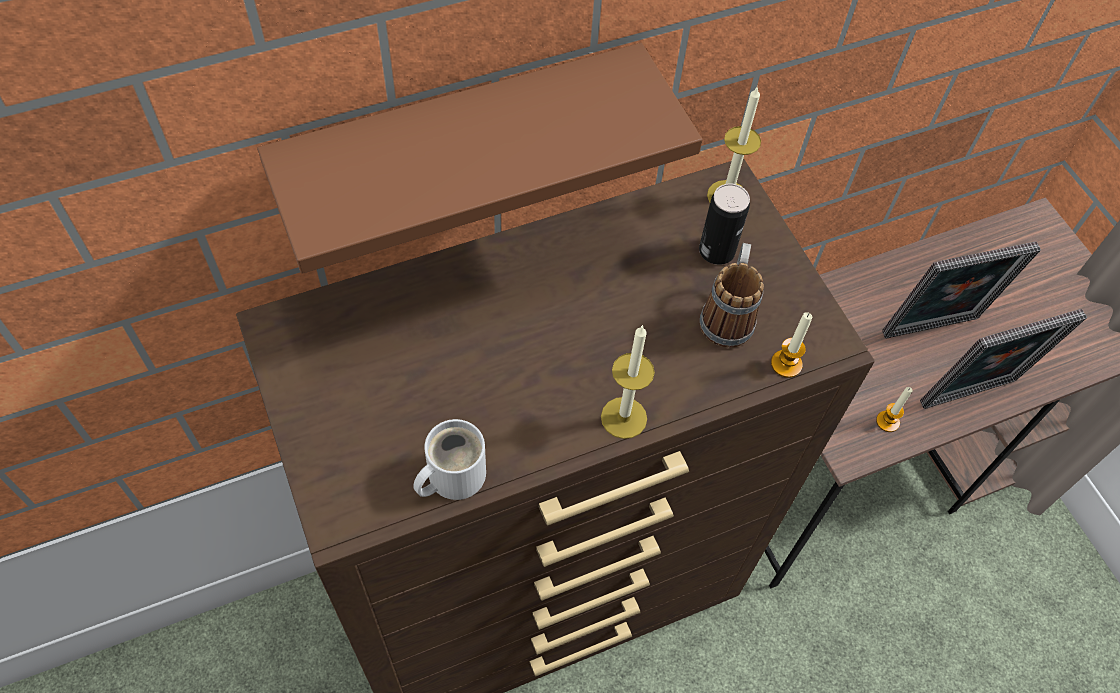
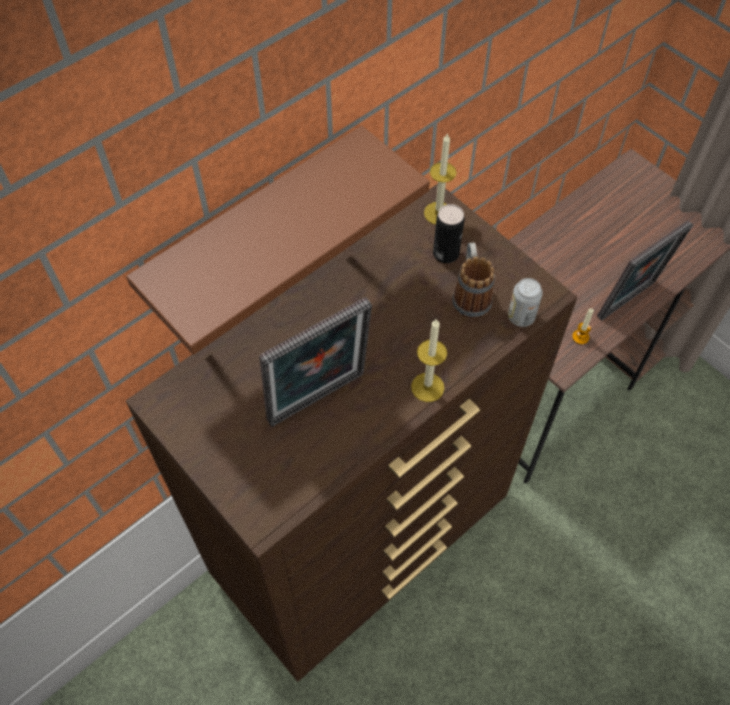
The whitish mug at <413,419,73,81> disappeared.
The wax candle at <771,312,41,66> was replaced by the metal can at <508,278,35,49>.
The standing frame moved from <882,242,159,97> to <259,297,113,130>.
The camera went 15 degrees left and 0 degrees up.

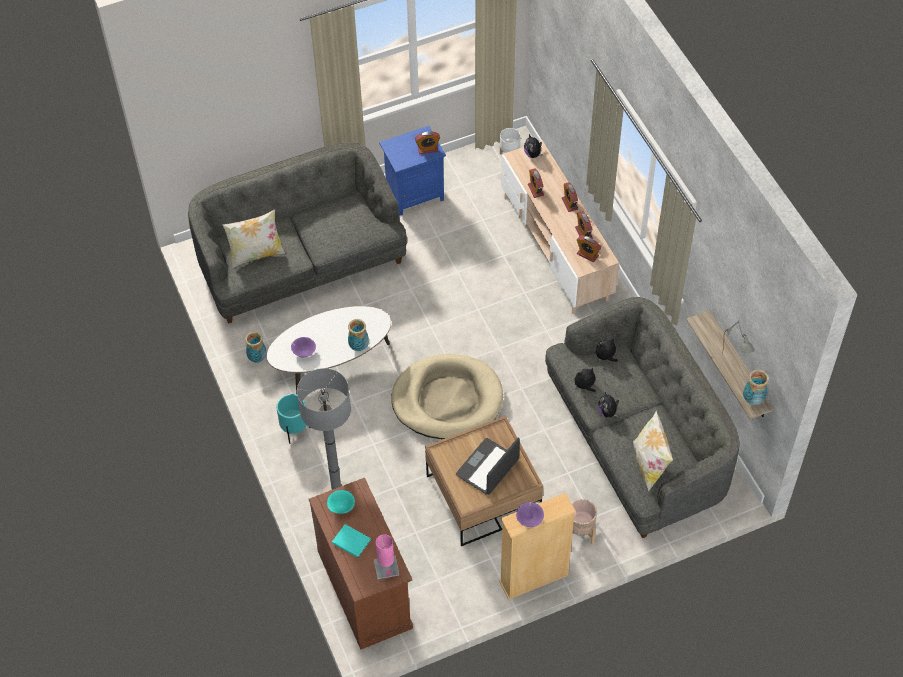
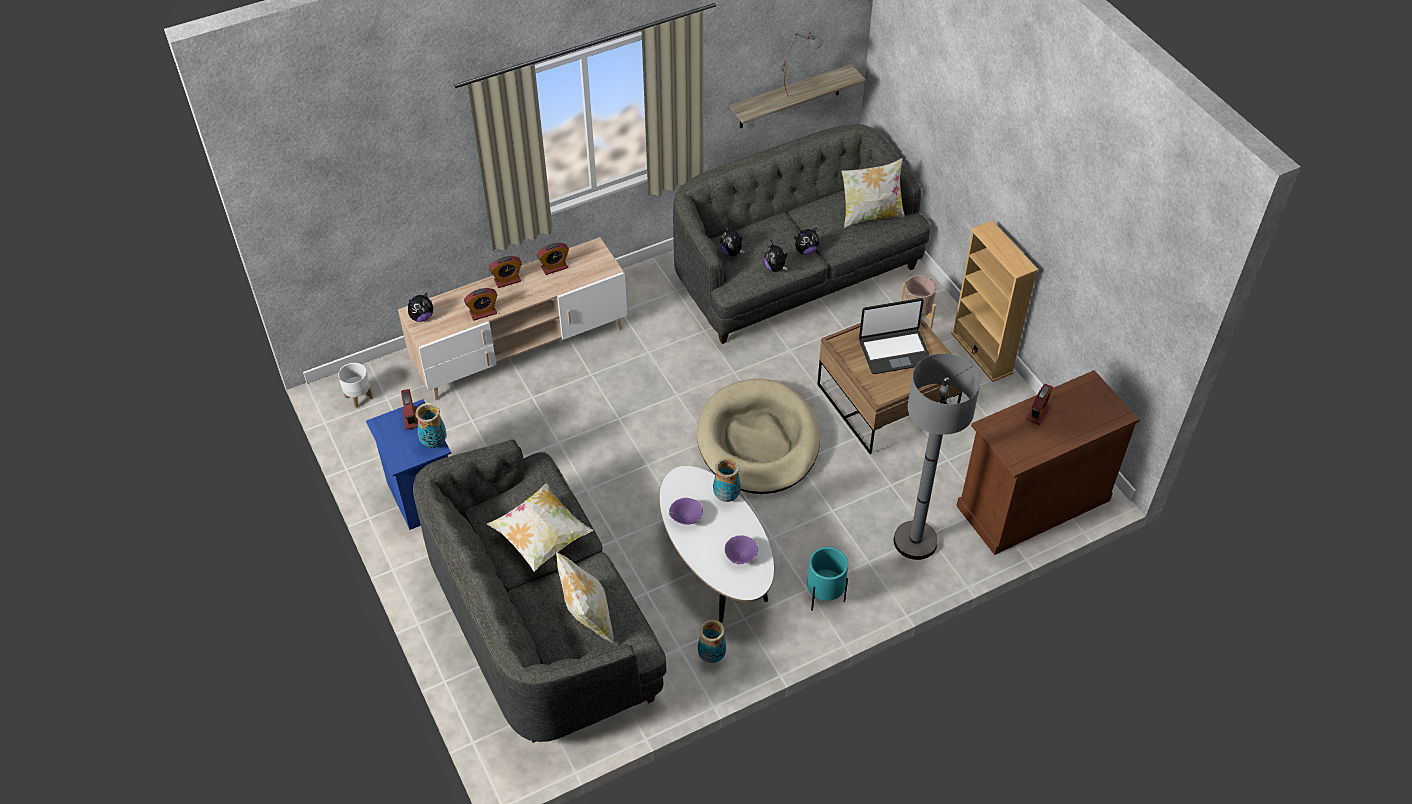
The blue-green deep dish at <327,490,28,24> disappeared.
The blue-green bound book at <332,524,39,34> disappeared.
The pink-coloured tabletop lamp at <374,534,25,45> disappeared.
The notebook computer at <456,437,64,58> turned 45 degrees counterclockwise.
The purplish deep dish moved from <516,502,28,25> to <669,498,34,27>.
The bedside clock moved from <577,236,24,26> to <1026,384,27,41>.
The decorative vase moved from <743,370,26,35> to <415,403,32,45>.
The cushion at <487,484,107,88> appeared.
The camera went 95 degrees left and 5 degrees down.

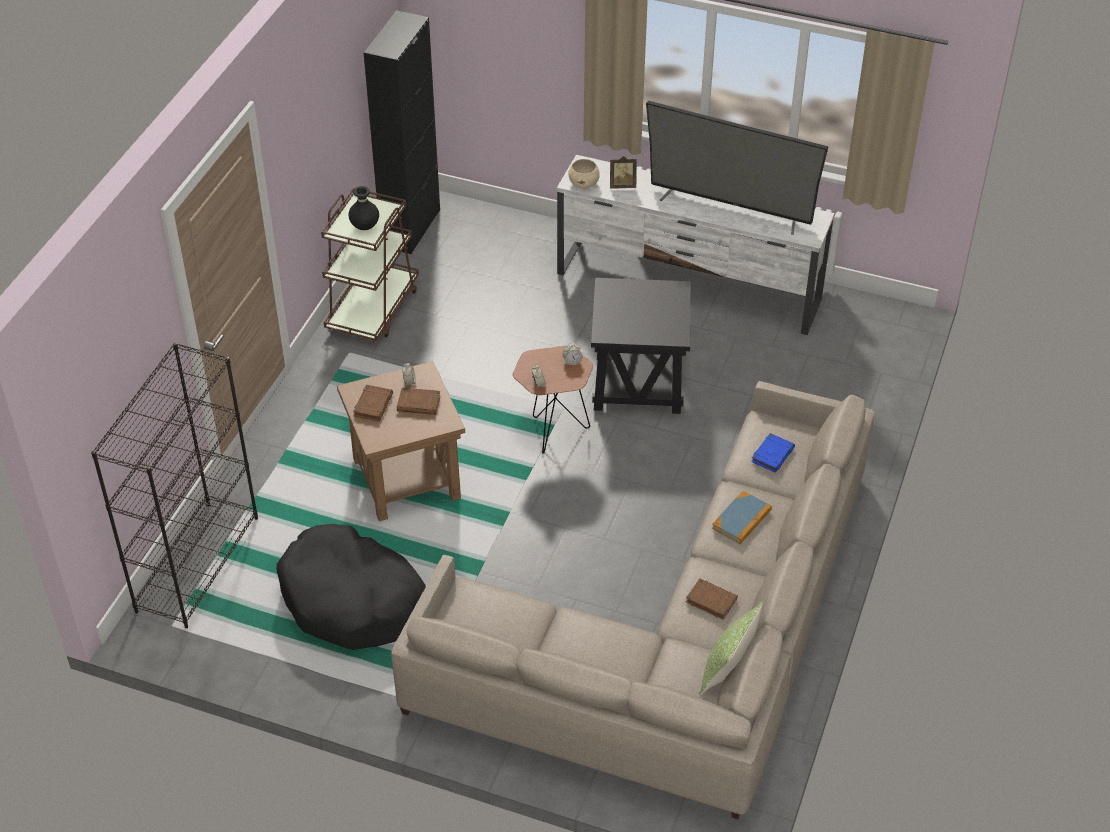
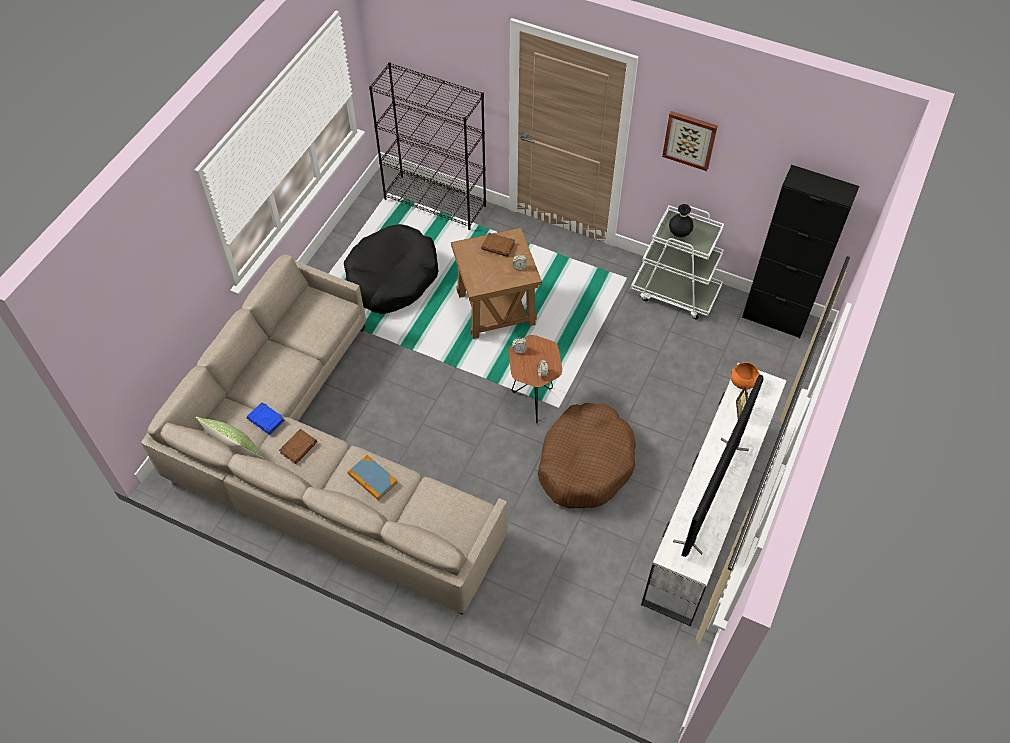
The brownish wheeled cart at <321,187,98,154> became the whitish wheeled cart at <631,205,93,114>.
The brownish bound book at <397,388,44,27> disappeared.
The beige-coloured deep dish at <569,159,31,30> became the orangey deep dish at <731,362,29,28>.
The black side table at <591,278,100,136> was replaced by the brownish dog bed at <538,403,98,105>.
The blue bound book moved from <751,433,44,39> to <247,402,38,33>.
The wall picture at <662,111,56,60> appeared.
The camera went 95 degrees right and 10 degrees up.

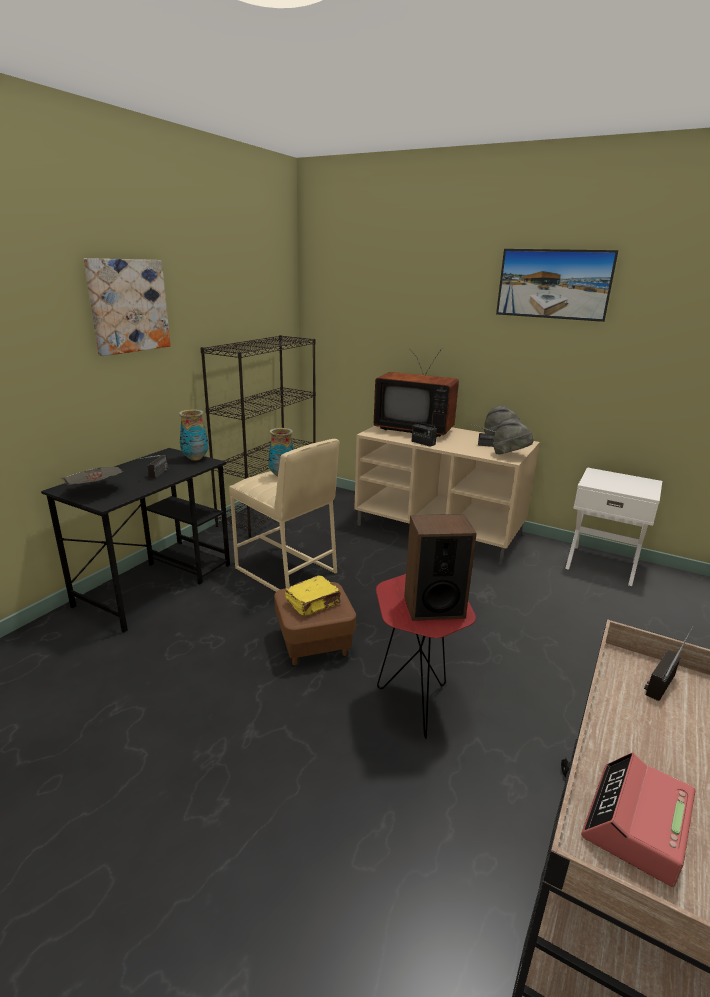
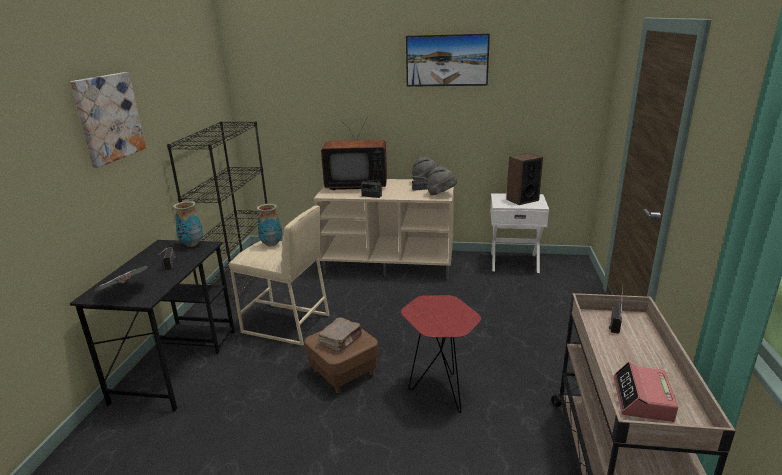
The yellow-coloured bound book at <285,576,56,40> became the brownish bound book at <318,317,44,34>.
The loudspeaker moved from <404,514,73,107> to <506,153,37,52>.
The camera went 20 degrees left and 0 degrees up.

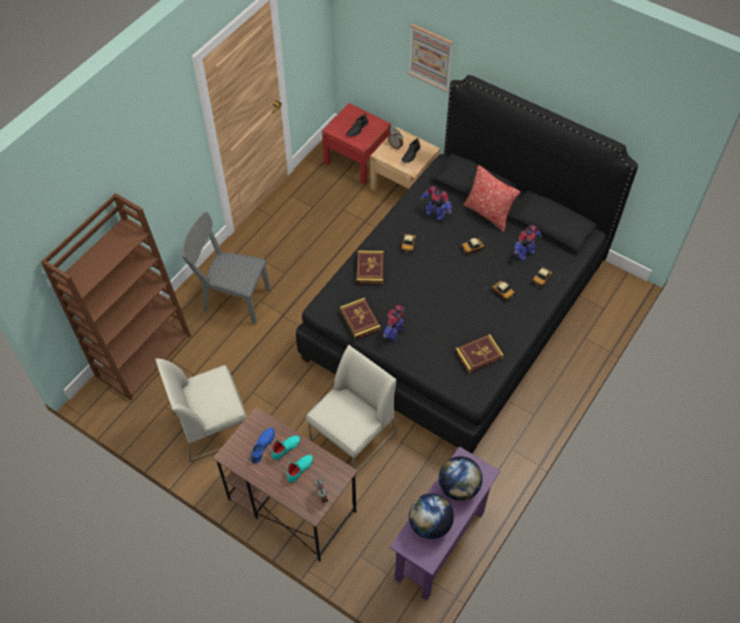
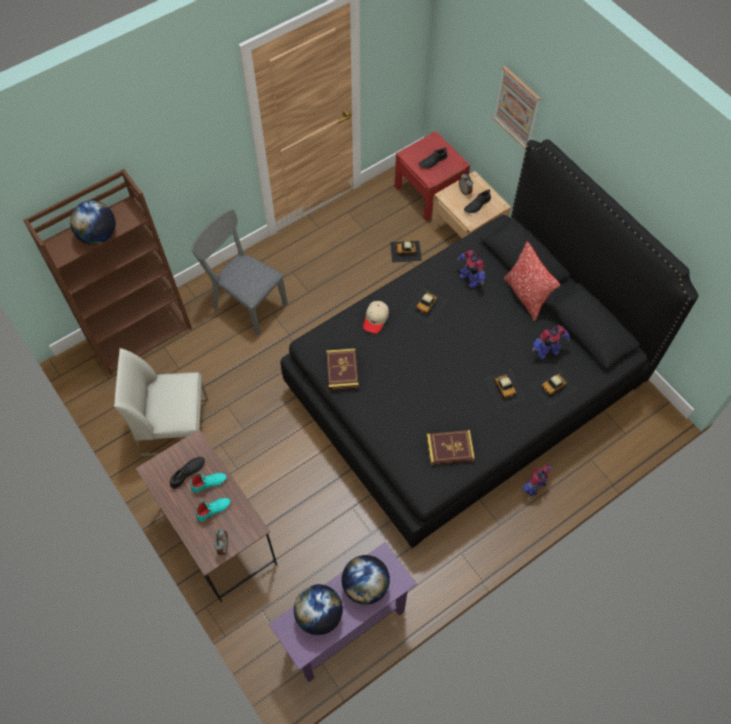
The blue low shoe at <250,428,25,36> became the black low shoe at <170,457,35,32>.
The whitish plain chair at <306,345,91,129> disappeared.
The bound book at <357,250,27,35> was replaced by the beige-coloured peaked cap at <363,301,26,32>.
The model robot moved from <382,305,22,36> to <521,465,31,31>.
The model car moved from <453,235,39,29> to <390,241,32,22>.
The world globe at <70,200,46,45> appeared.
The camera went 20 degrees right and 5 degrees up.

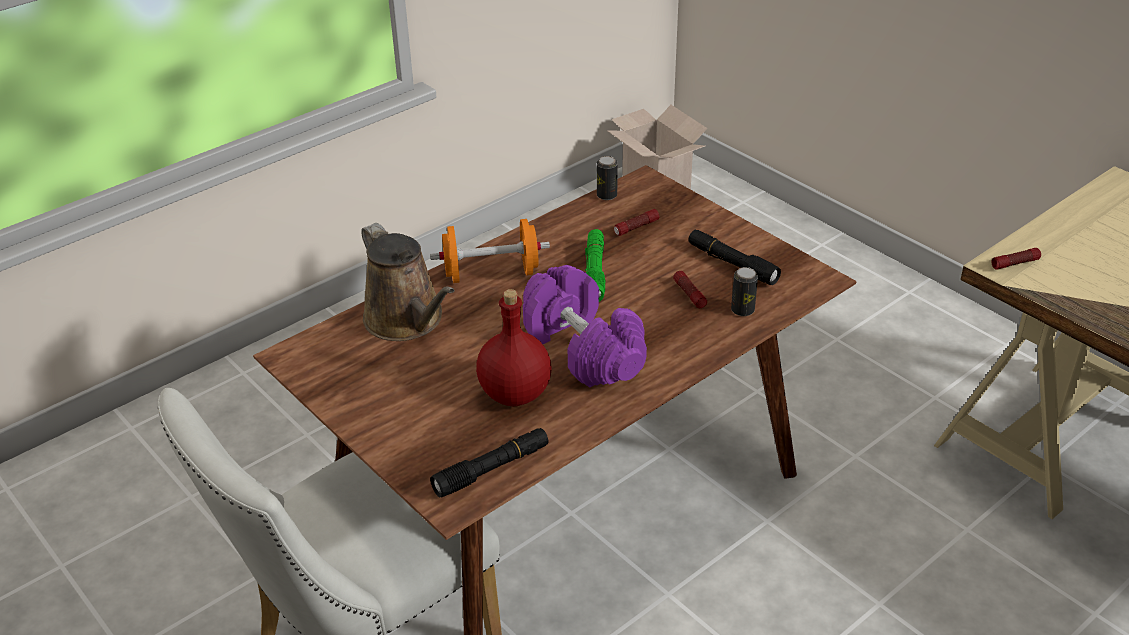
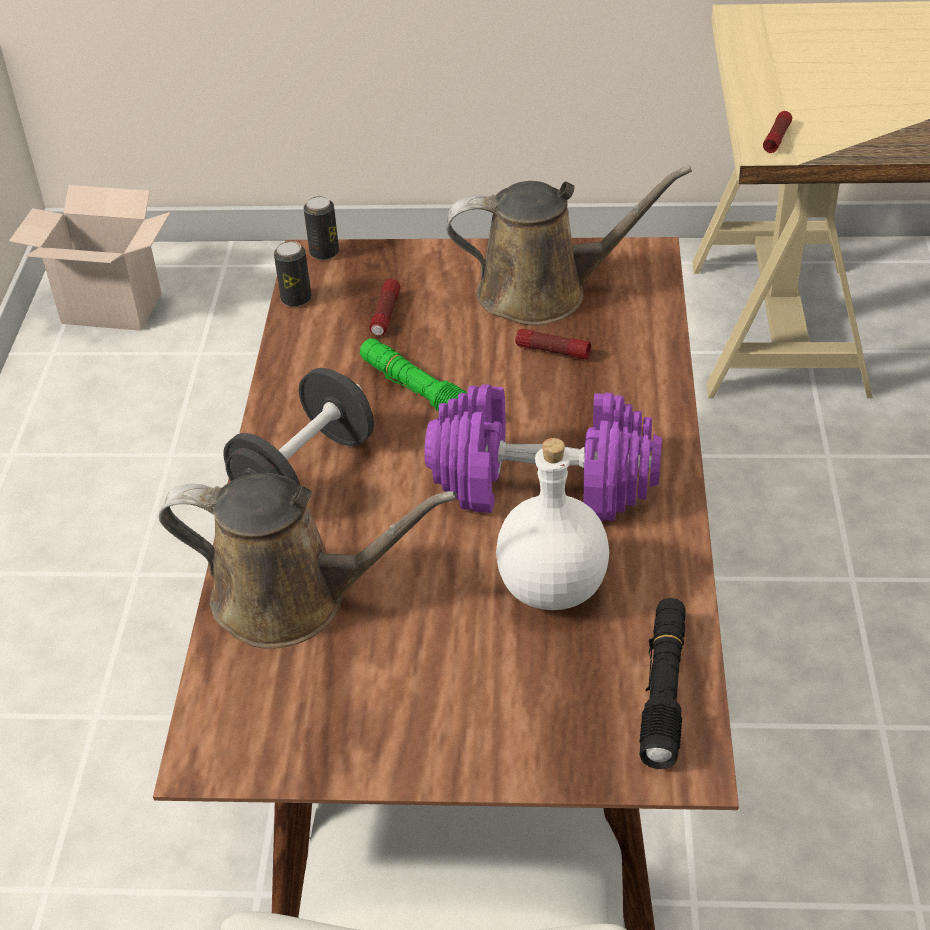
The orangey dumbbell at <430,219,120,64> became the black dumbbell at <223,368,151,118>.
The reddish drink bottle at <476,289,75,117> became the whitish drink bottle at <496,438,113,172>.
The black hand torch at <688,230,93,55> was replaced by the brownish sprinkling can at <447,166,245,160>.
The metal can moved from <731,267,27,49> to <304,196,35,64>.
The camera went 45 degrees left and 5 degrees up.

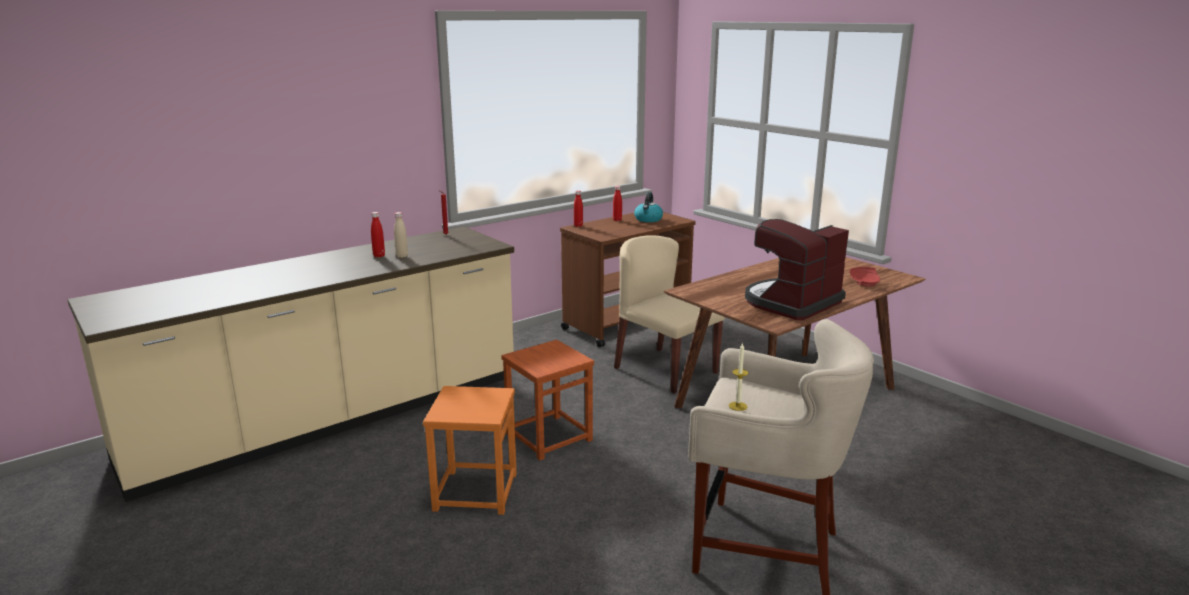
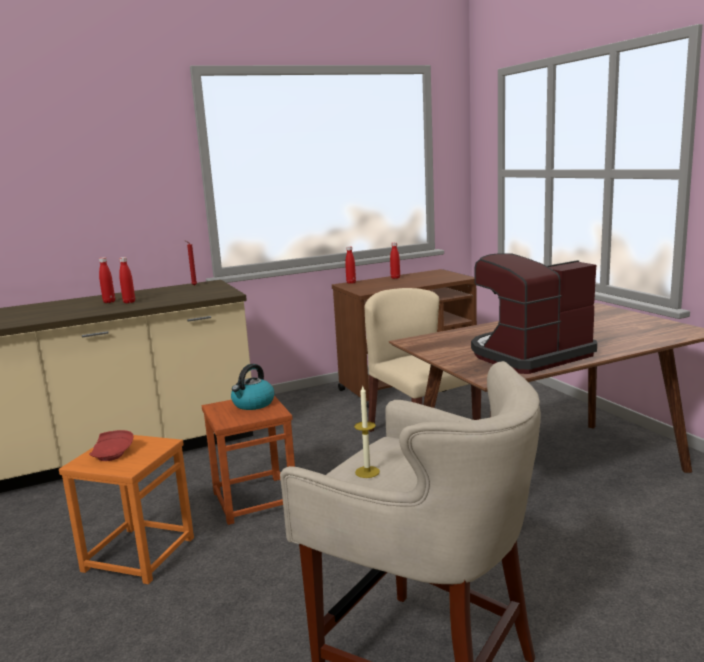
The beige-coloured drink bottle at <394,212,14,46> became the reddish drink bottle at <119,257,16,46>.
The tea kettle moved from <634,192,29,30> to <231,364,43,46>.
The reddish plate moved from <850,267,30,20> to <89,430,44,31>.
The camera went 15 degrees right and 5 degrees down.

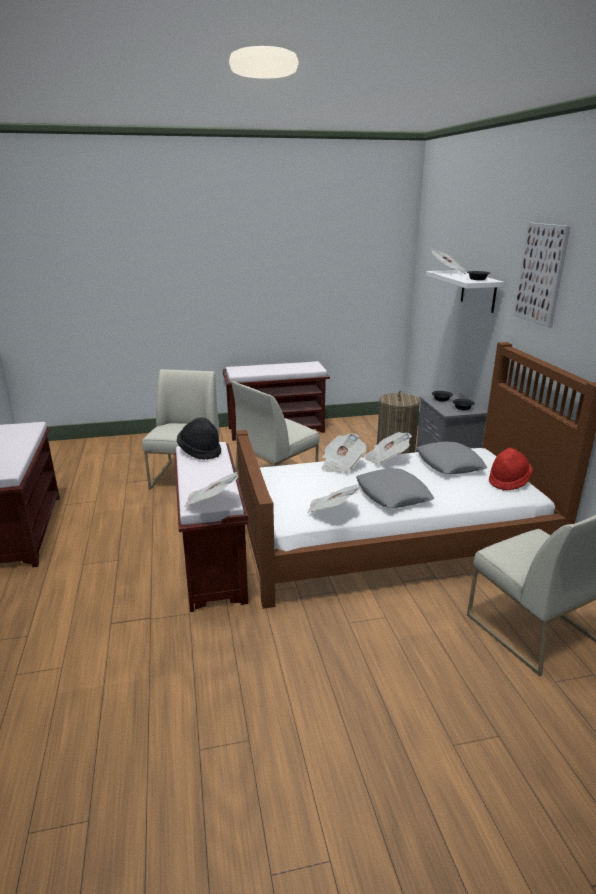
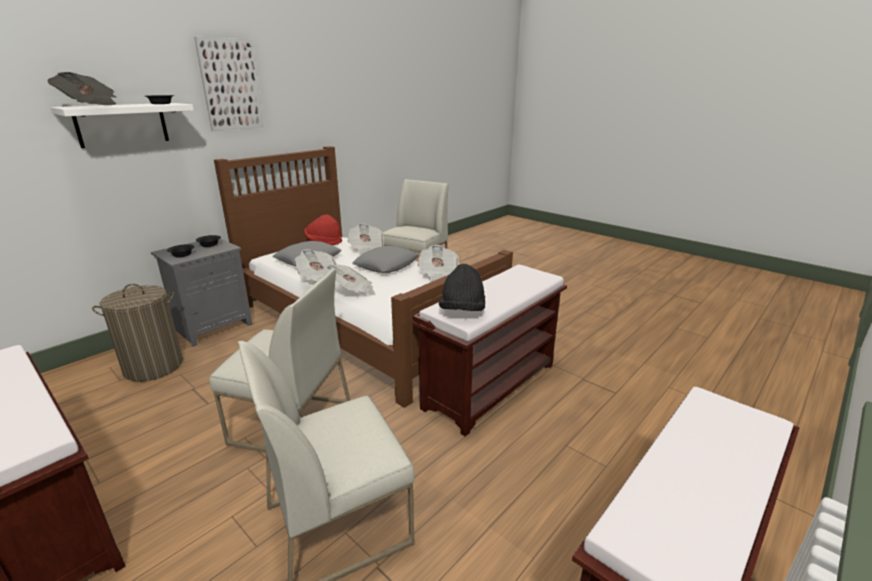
The printed paper moved from <184,472,54,35> to <347,223,37,32>.
The camera went 125 degrees left and 0 degrees up.

